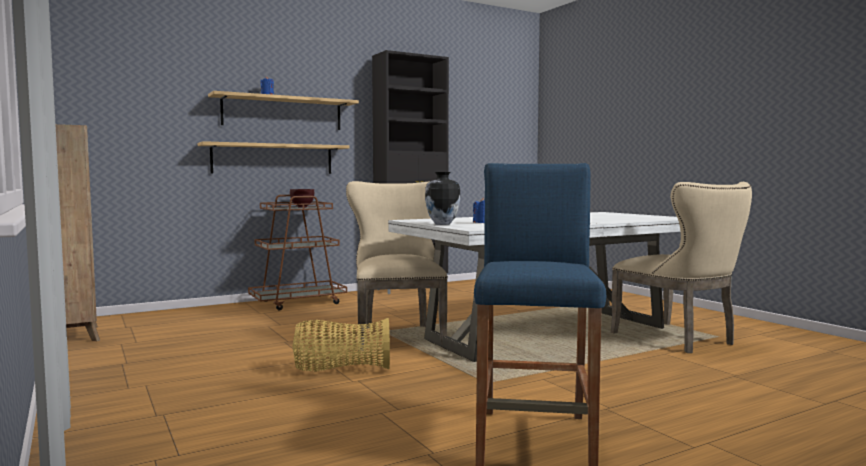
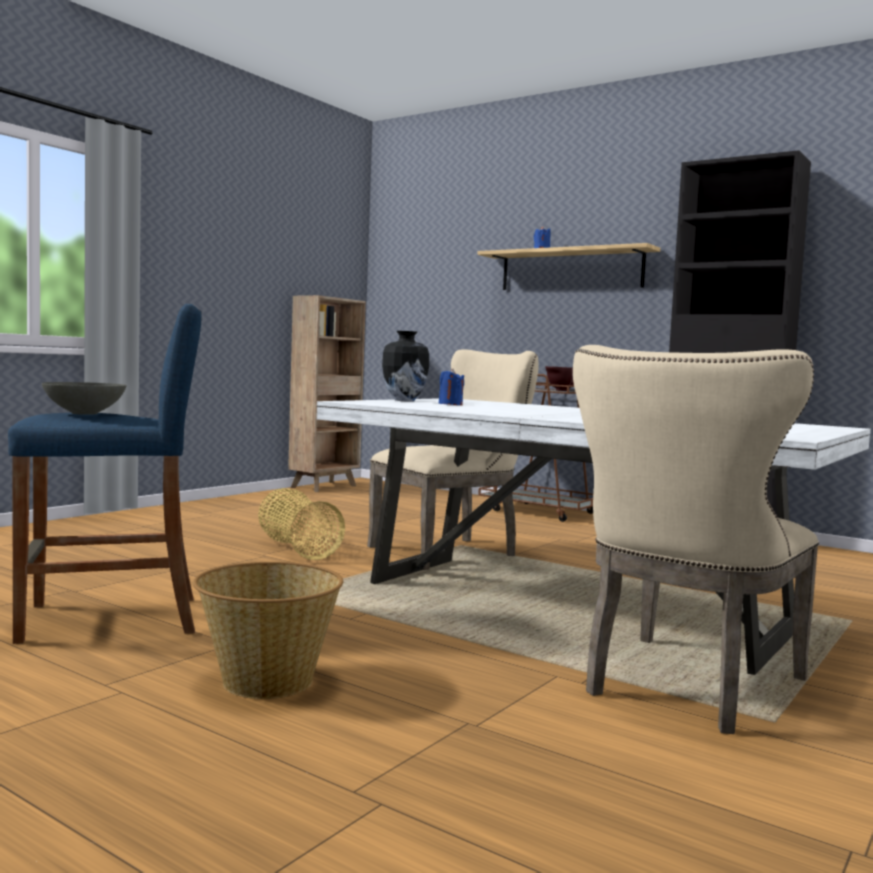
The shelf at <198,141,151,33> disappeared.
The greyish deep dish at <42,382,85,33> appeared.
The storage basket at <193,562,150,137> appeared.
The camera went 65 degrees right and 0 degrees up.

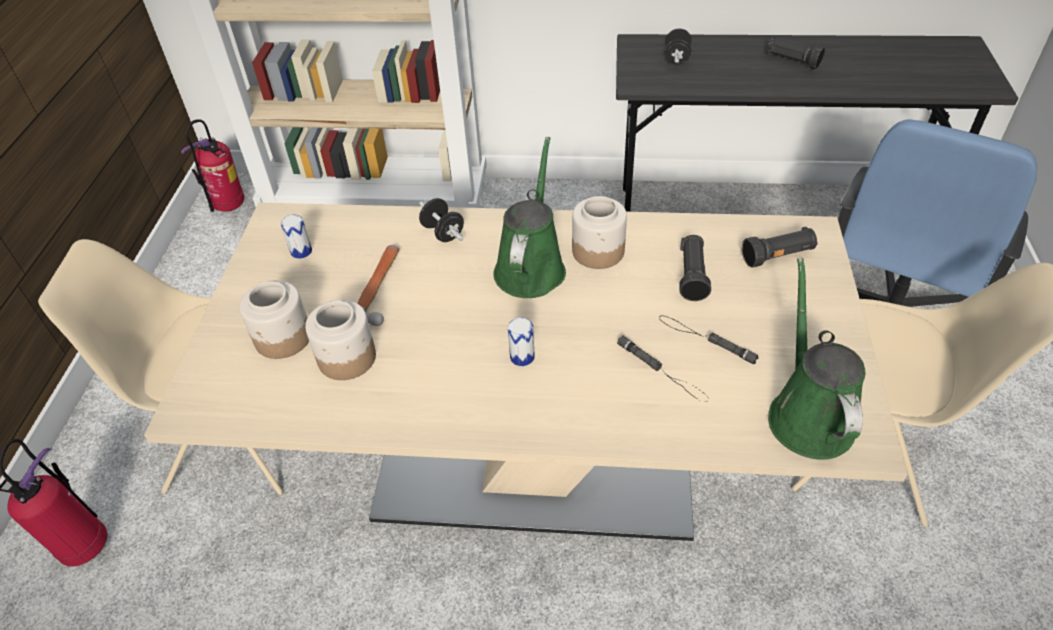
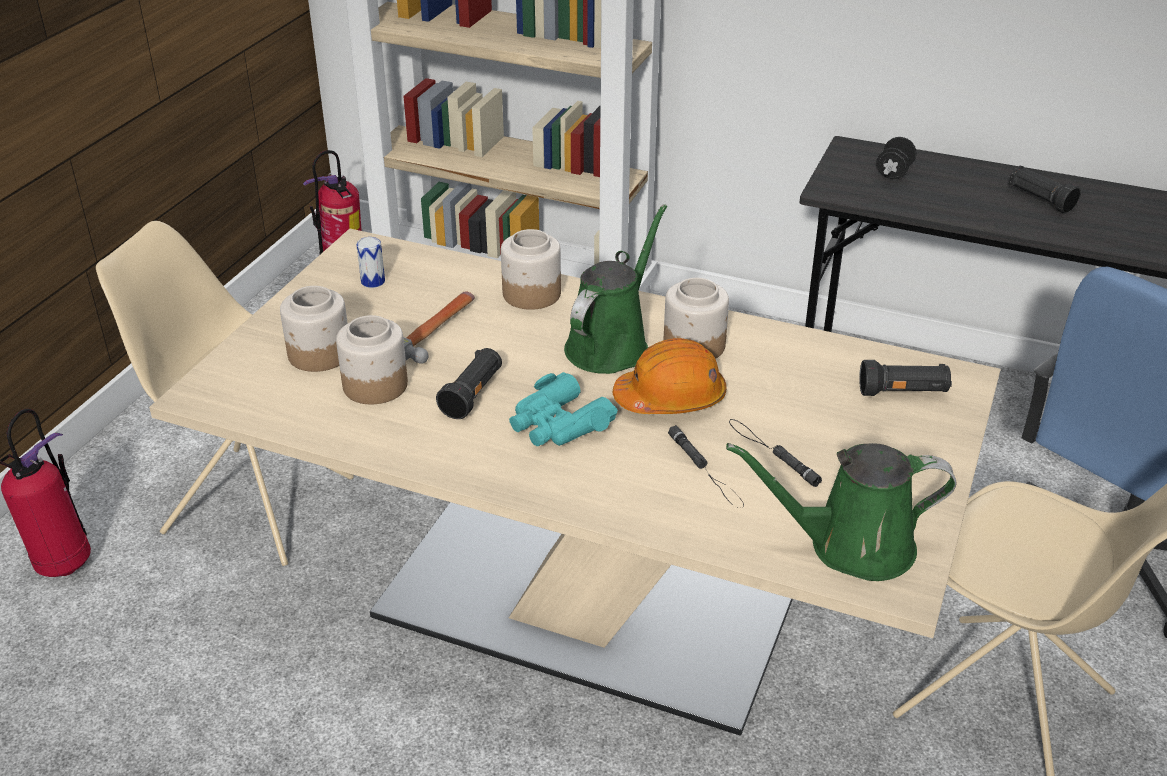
The black dumbbell at <419,198,45,44> was replaced by the jar at <501,229,60,81>.
The metal can at <508,317,27,49> was replaced by the blue-green field glasses at <509,372,109,74>.
The black hand torch moved from <679,235,32,66> to <436,348,66,71>.
The green-coloured sprinkling can at <768,258,97,202> turned 105 degrees counterclockwise.
The orangey work helmet at <612,338,114,76> appeared.
The camera went 15 degrees right and 10 degrees down.

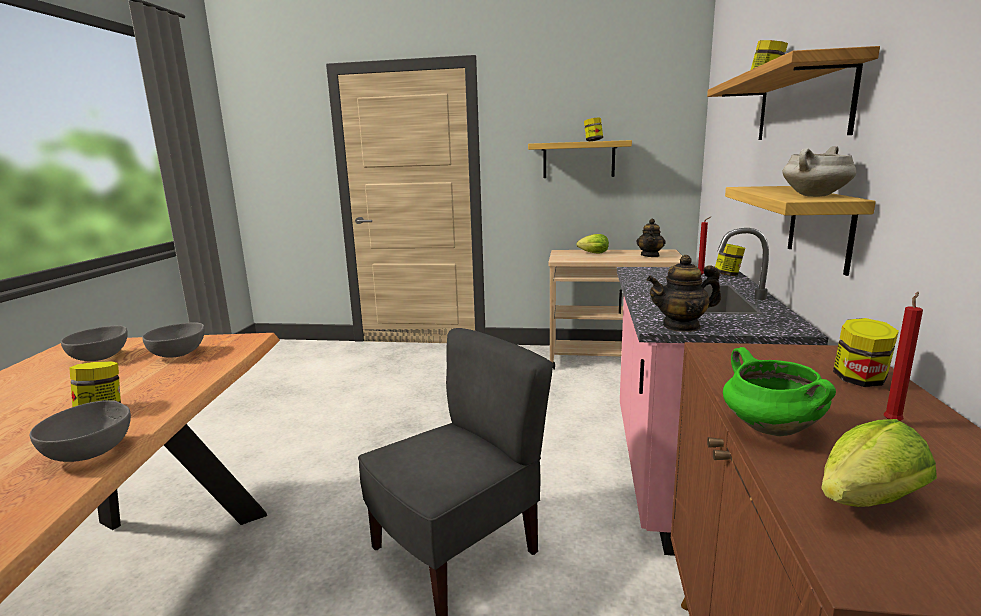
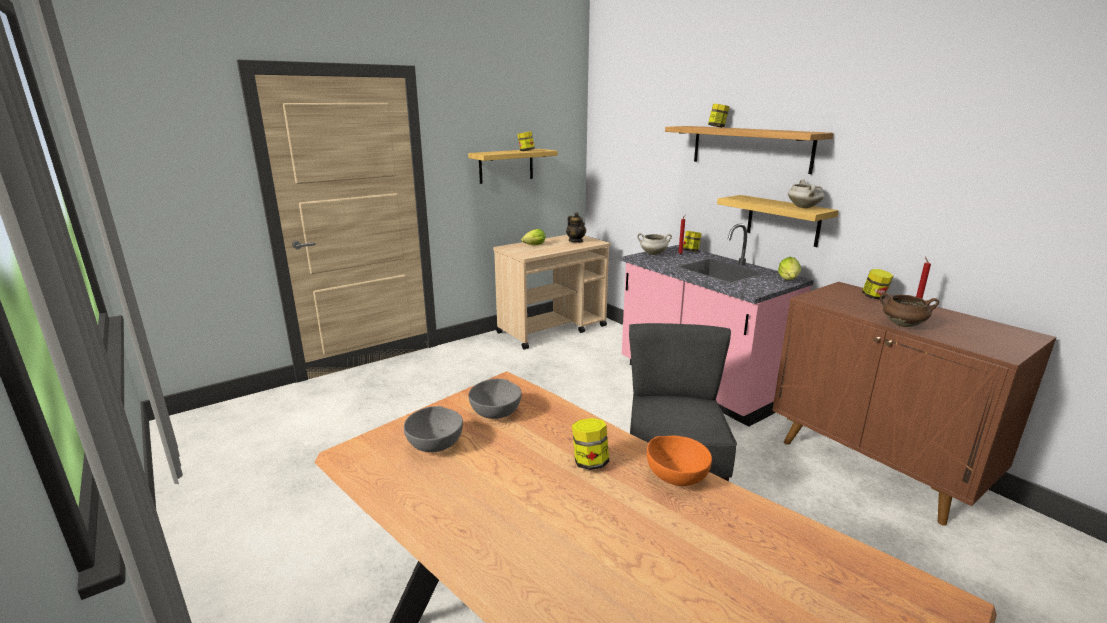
The greyish deep dish at <30,400,101,62> became the orangey deep dish at <647,436,65,50>.
The pot for tea at <647,255,74,77> disappeared.
The green-coloured saucepot at <723,347,113,89> became the brownish saucepot at <880,293,59,34>.
The lettuce moved from <821,419,116,88> to <778,257,23,23>.
The whitish saucepot at <637,233,35,22> appeared.
The camera went 45 degrees left and 5 degrees up.

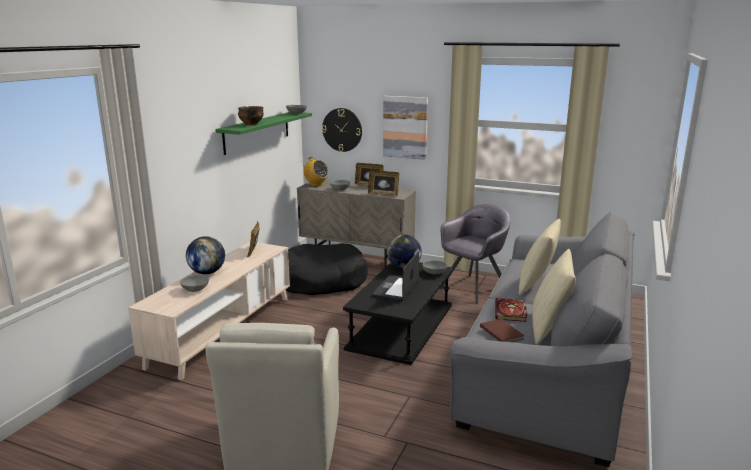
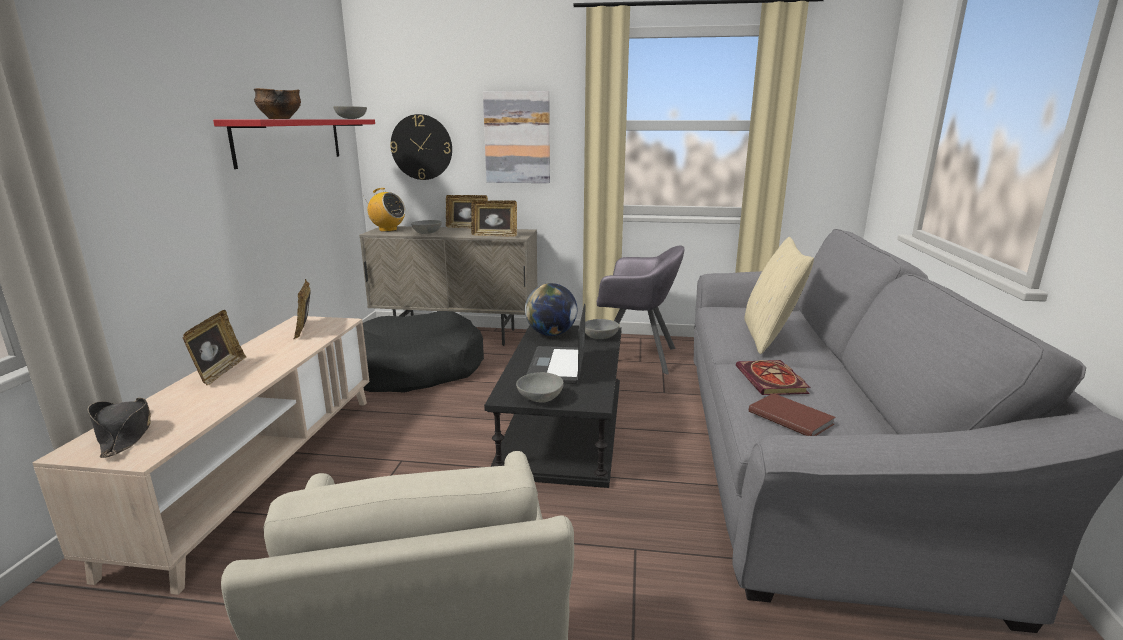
The greyish deep dish moved from <180,274,29,18> to <516,372,48,31>.
The world globe at <186,236,39,38> was replaced by the standing frame at <182,310,64,75>.
The green-coloured shelf at <215,112,97,43> became the reddish shelf at <213,119,162,50>.
The greyish lounge chair at <439,204,72,100> turned 75 degrees clockwise.
The beige-coloured cushion at <532,249,44,96> disappeared.
The black hat at <88,398,63,60> appeared.
The camera went 15 degrees left and 0 degrees up.

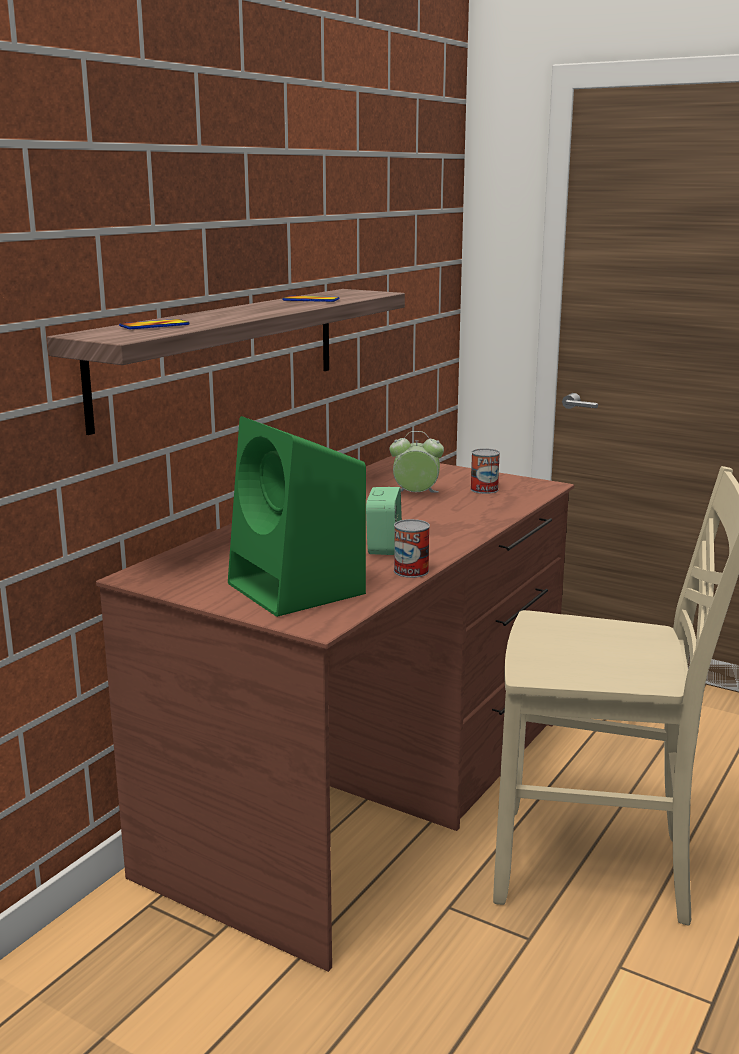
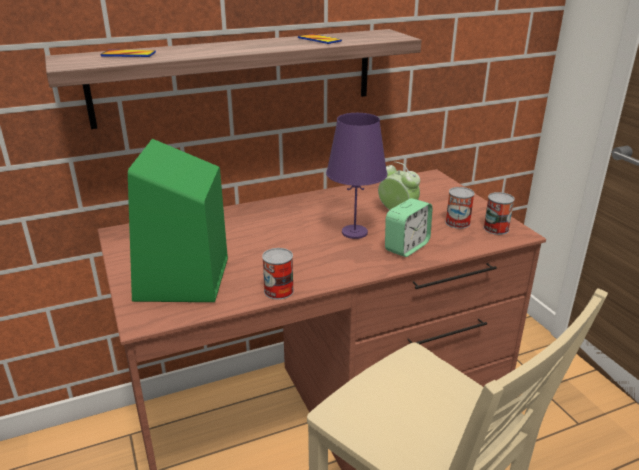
The bedside clock moved from <366,487,36,68> to <385,198,48,59>.
The purplish tabletop lamp at <326,113,61,126> appeared.
The metal can at <483,192,32,43> appeared.
The camera went 35 degrees right and 10 degrees up.

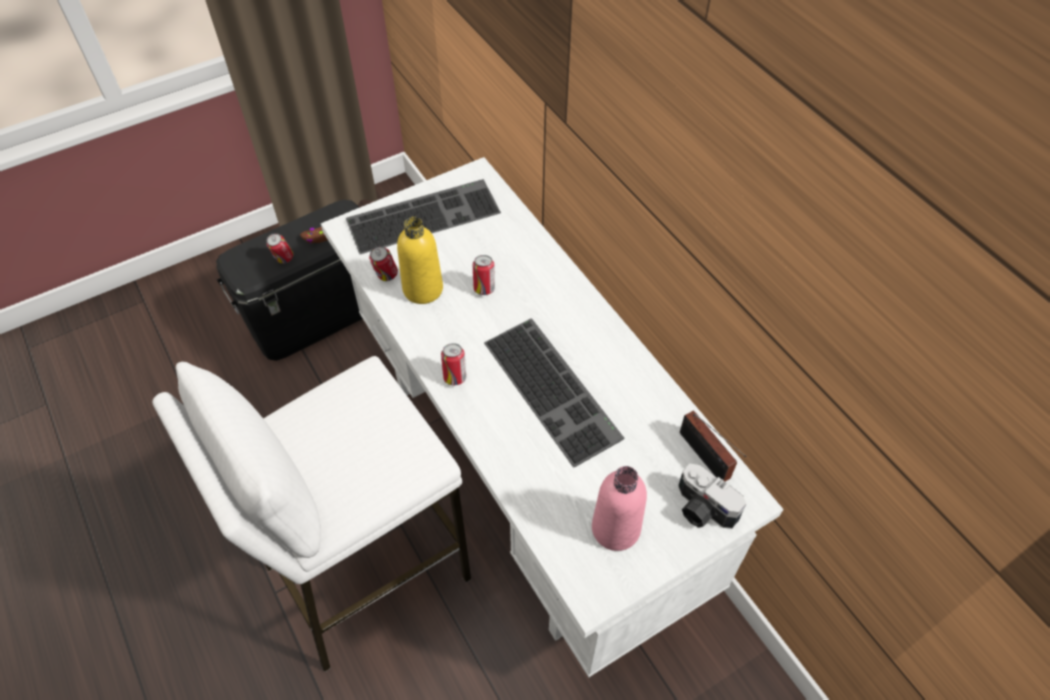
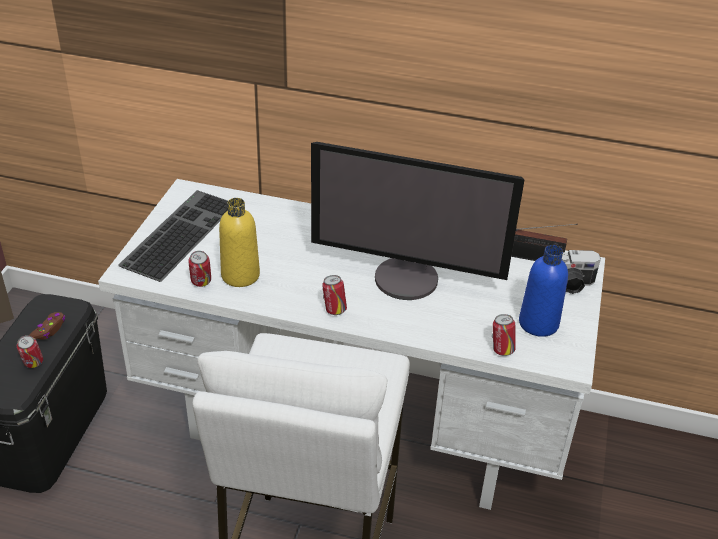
The metal can moved from <473,255,22,40> to <492,314,24,42>.
The PC keyboard at <484,318,140,150> was replaced by the monitor at <311,142,213,158>.
The pink-coloured drink bottle at <592,466,55,85> became the blue drink bottle at <519,245,49,92>.
The camera went 45 degrees left and 15 degrees down.

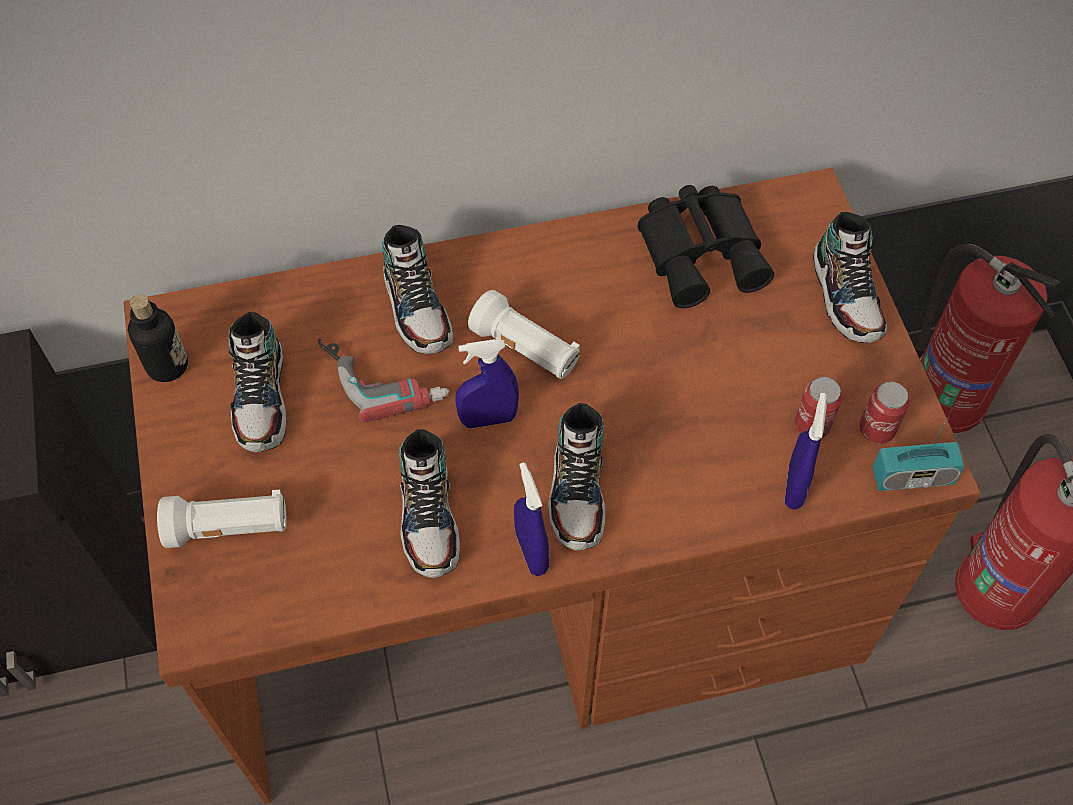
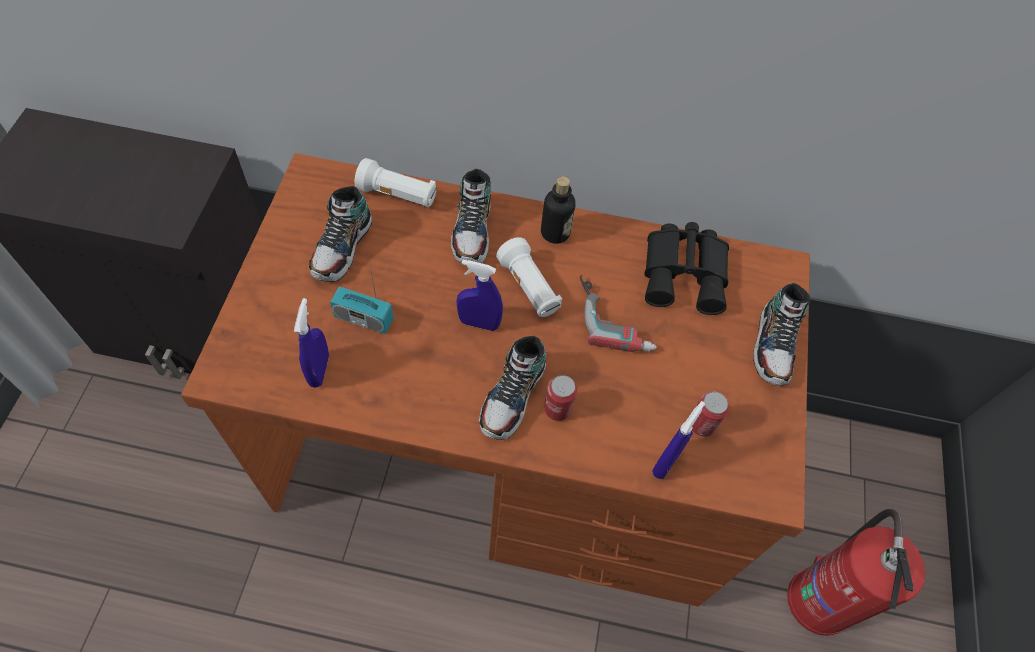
The drink bottle moved from <128,294,60,88> to <541,176,35,68>.
The whitish hand torch moved from <157,490,129,58> to <355,158,81,49>.
The electric drill moved from <318,338,132,84> to <580,275,77,77>.
The low shoe at <399,429,61,149> disappeared.
The blue sprayer moved from <514,462,35,114> to <294,298,35,90>.
The metal can moved from <859,381,51,63> to <544,375,33,46>.
The radio moved from <872,404,93,87> to <330,268,63,66>.
The extinguisher at <915,244,145,189> disappeared.
The camera went 20 degrees right and 0 degrees up.

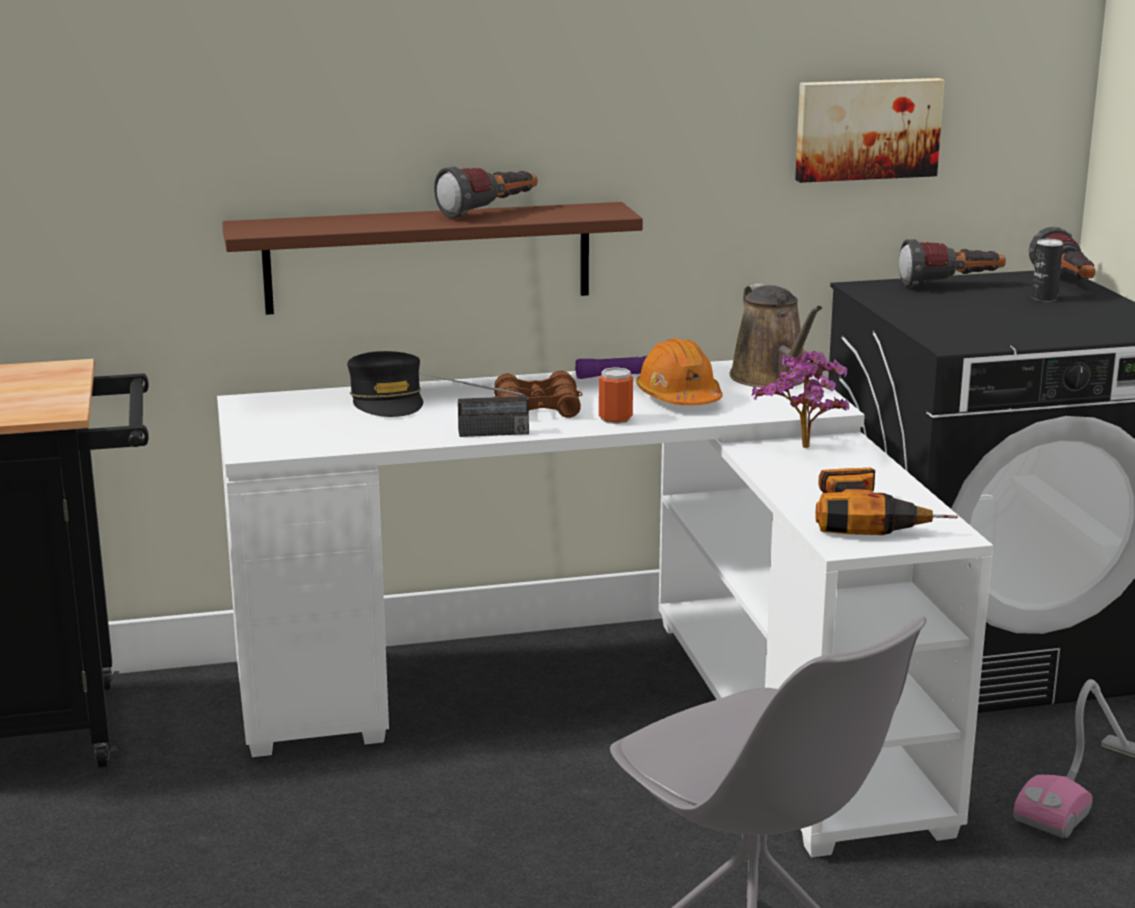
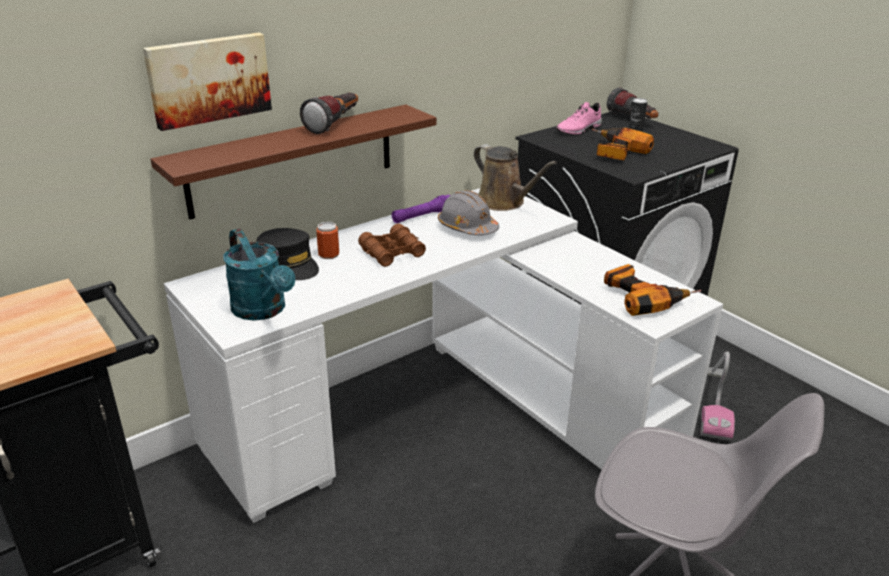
The radio at <419,373,110,64> disappeared.
The metal can moved from <599,367,34,57> to <316,222,23,37>.
The orangey work helmet at <636,338,87,67> became the greyish work helmet at <438,191,61,45>.
The potted plant at <751,351,98,97> disappeared.
The wall picture moved from <795,78,149,105> to <143,33,129,98>.
The hand torch at <899,239,107,48> was replaced by the pink-coloured low shoe at <556,102,46,33>.
The blue-green sprinkling can at <223,229,72,92> appeared.
The electric drill at <592,128,62,32> appeared.
The camera went 25 degrees left and 10 degrees up.

